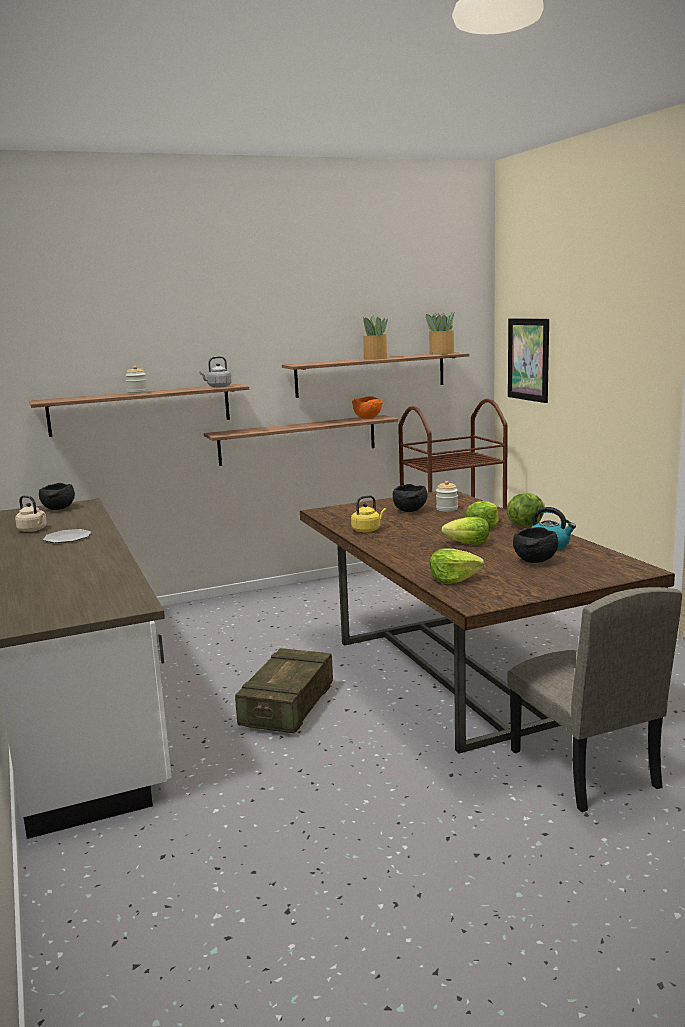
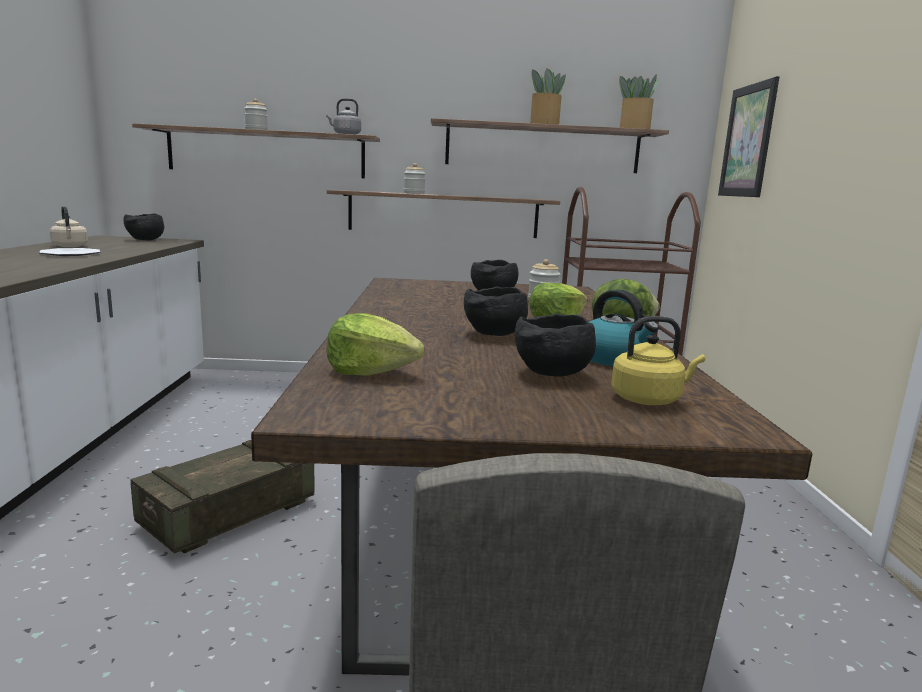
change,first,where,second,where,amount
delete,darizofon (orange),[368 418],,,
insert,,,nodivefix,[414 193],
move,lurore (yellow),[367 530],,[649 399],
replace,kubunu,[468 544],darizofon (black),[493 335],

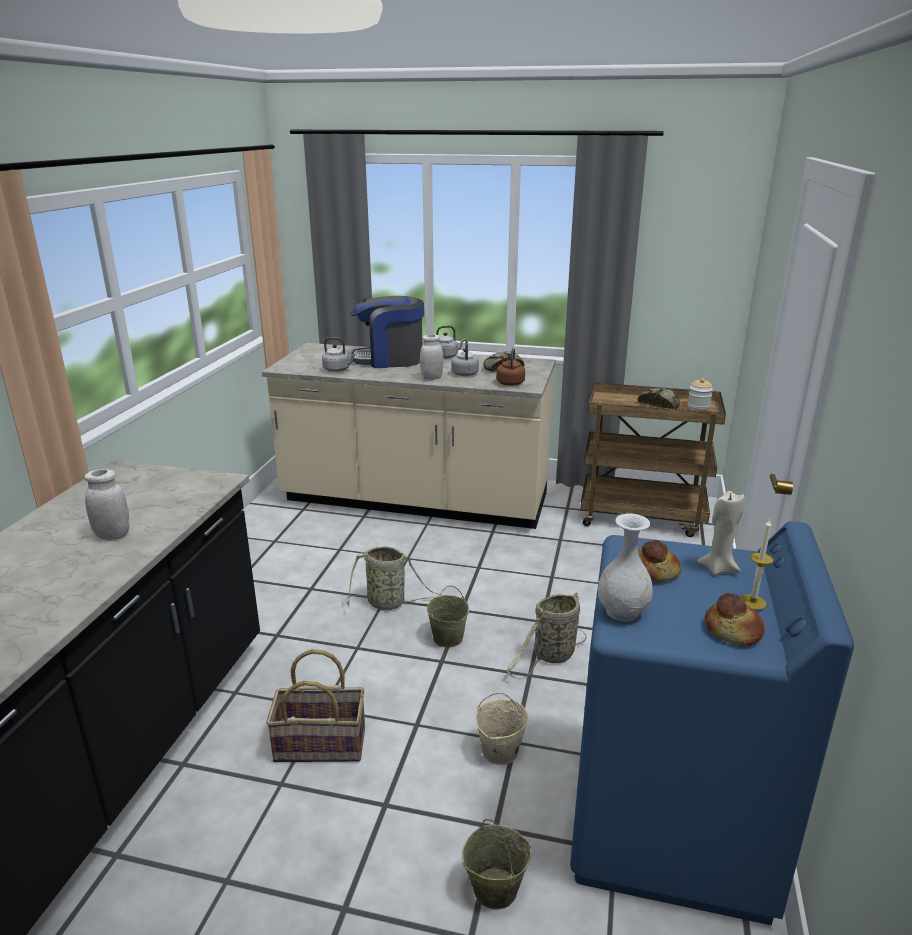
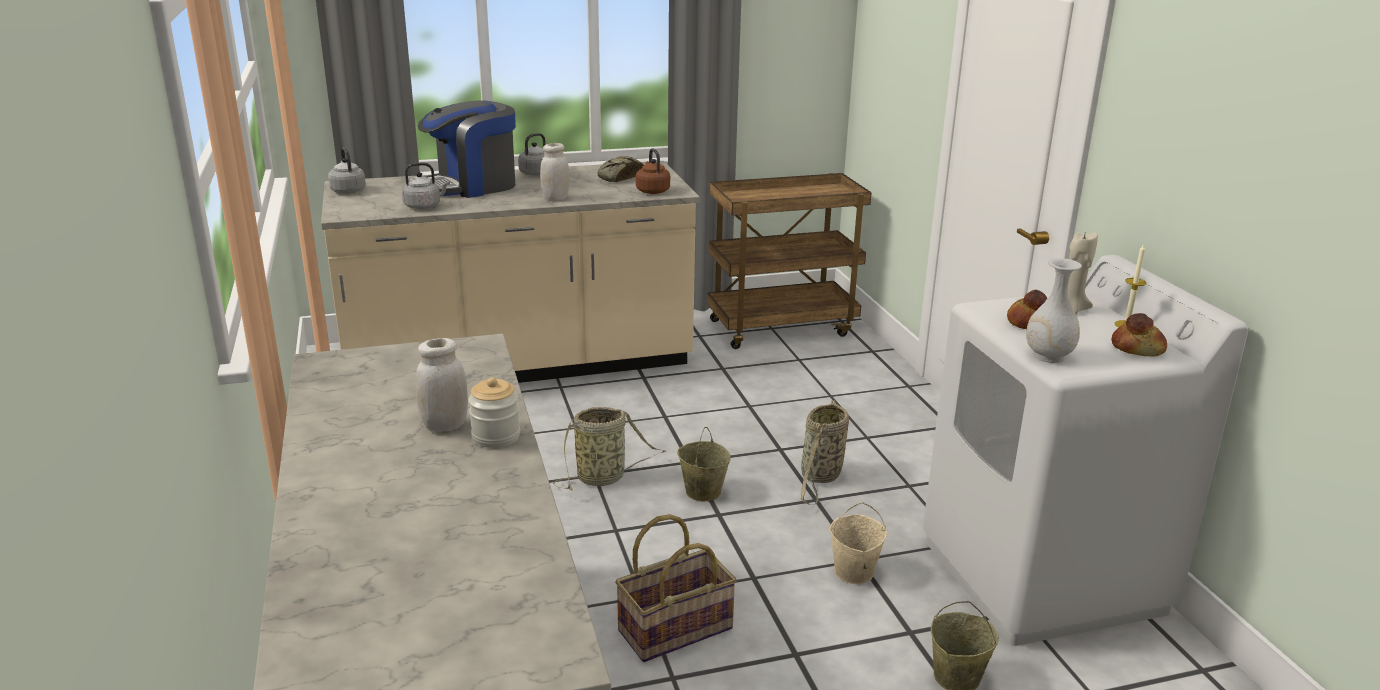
change,first,where,second,where,amount
delete,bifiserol,[659 404],,,
move,lurore (grey),[465 373],,[348 190],
move,nodivefix,[698 407],,[496 436],
recolor,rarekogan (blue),[670 826],rarekogan (white),[1042 576],

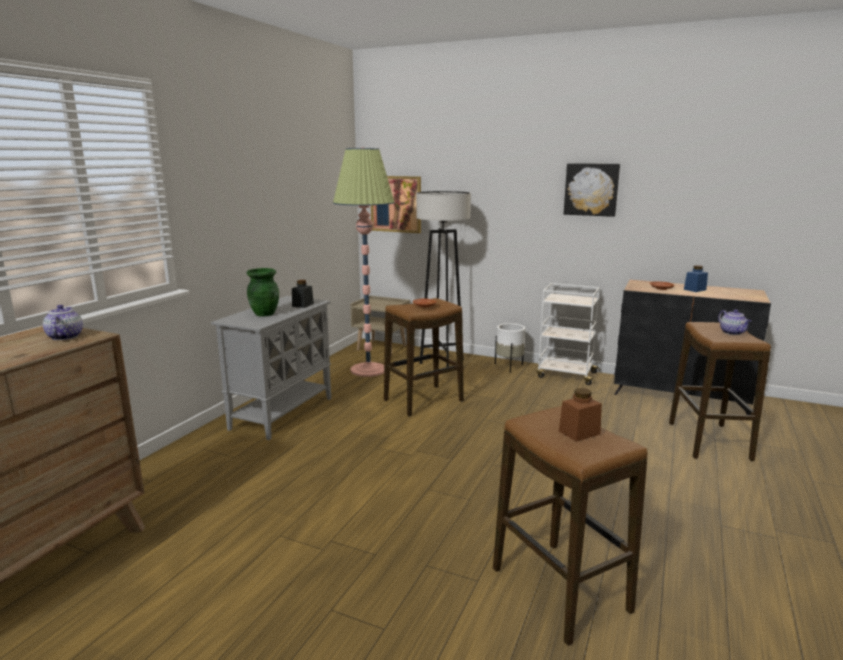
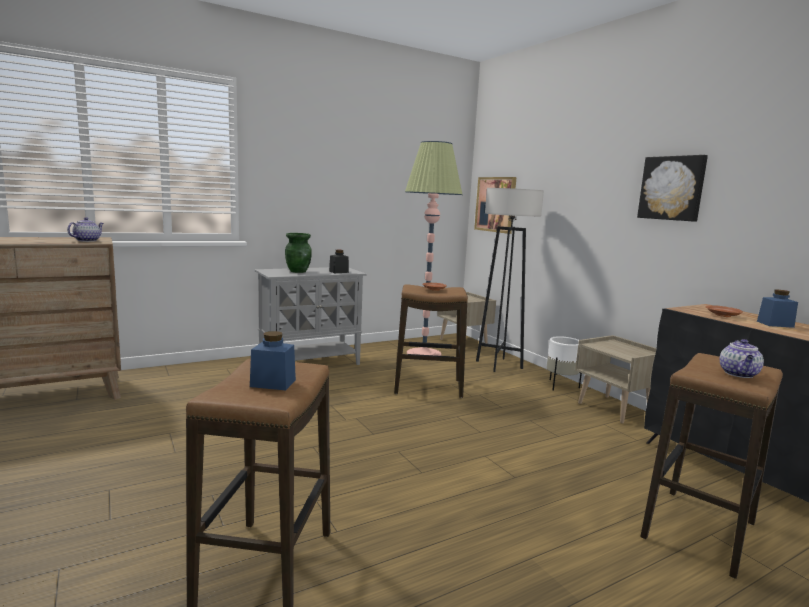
change,first,where,second,where,amount
replace,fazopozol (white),[565 375],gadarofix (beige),[615 409],
recolor,nodivefix (brown),[579 432],nodivefix (blue),[273 383],

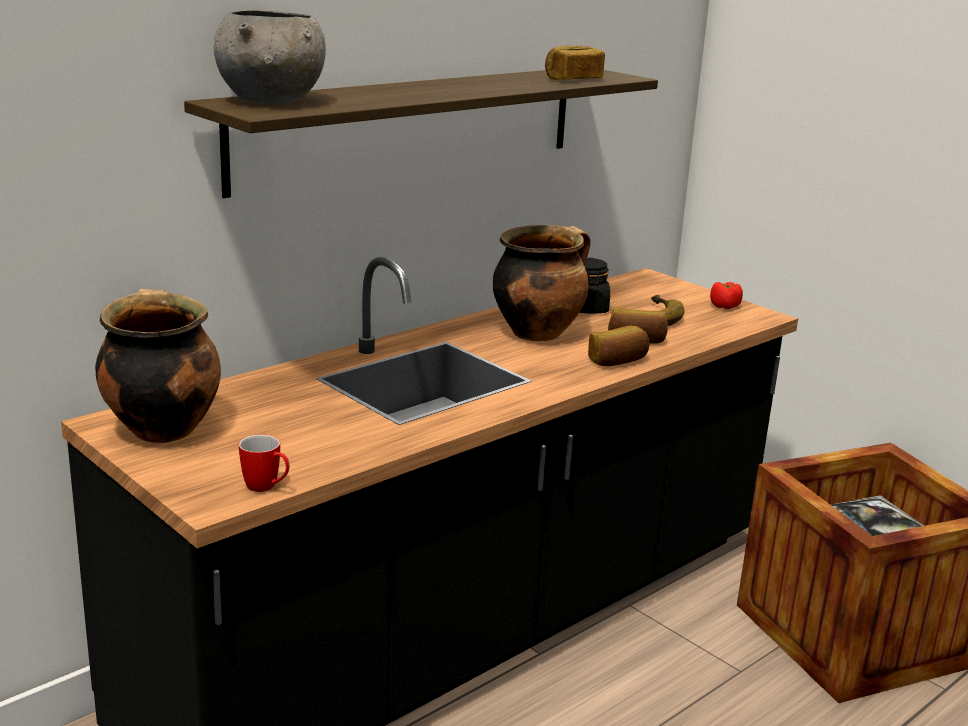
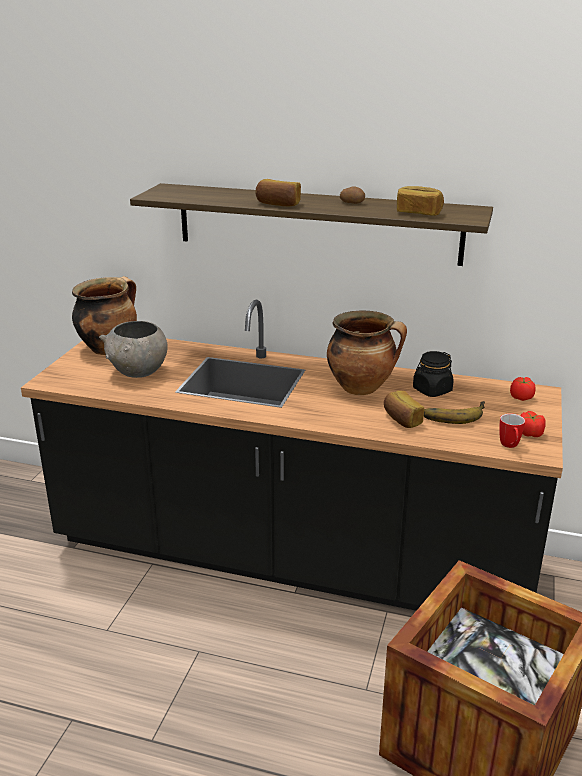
change,first,where,second,where,amount
insert,,,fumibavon,[352 203],
insert,,,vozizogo,[521 397],
move,darizofon (grey),[272 101],,[138 372],
move,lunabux,[267 488],,[510 446],
move,bifiserol,[618 361],,[278 204],

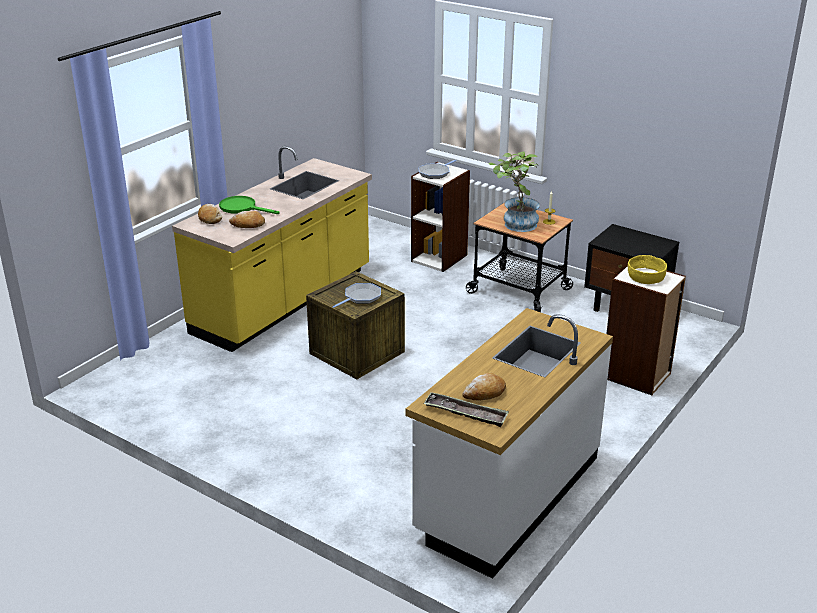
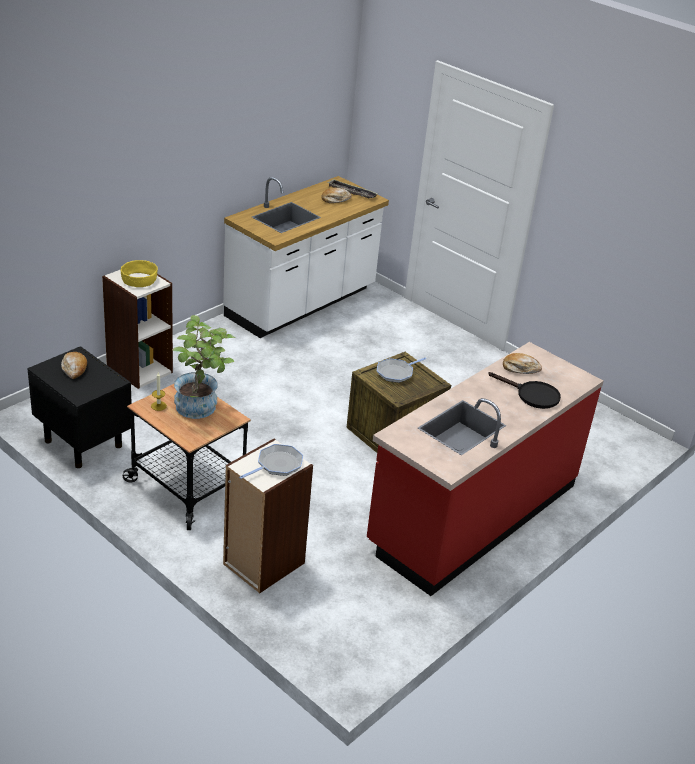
change,first,where,second,where,amount
move,bifiserol,[210 218],,[74 369],
recolor,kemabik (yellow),[284 302],kemabik (red),[472 515],
recolor,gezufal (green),[242 208],gezufal (black),[532 395],

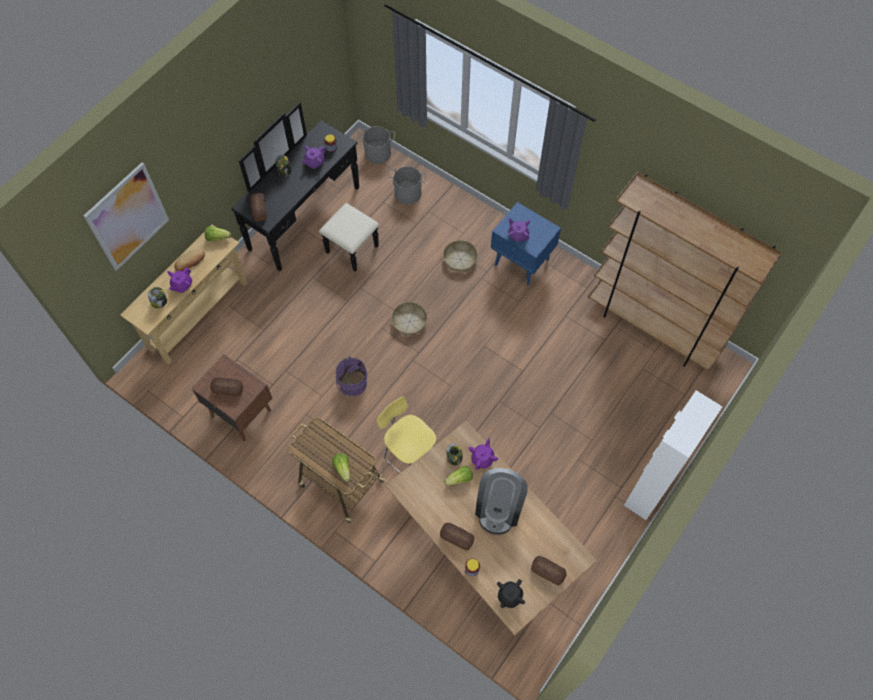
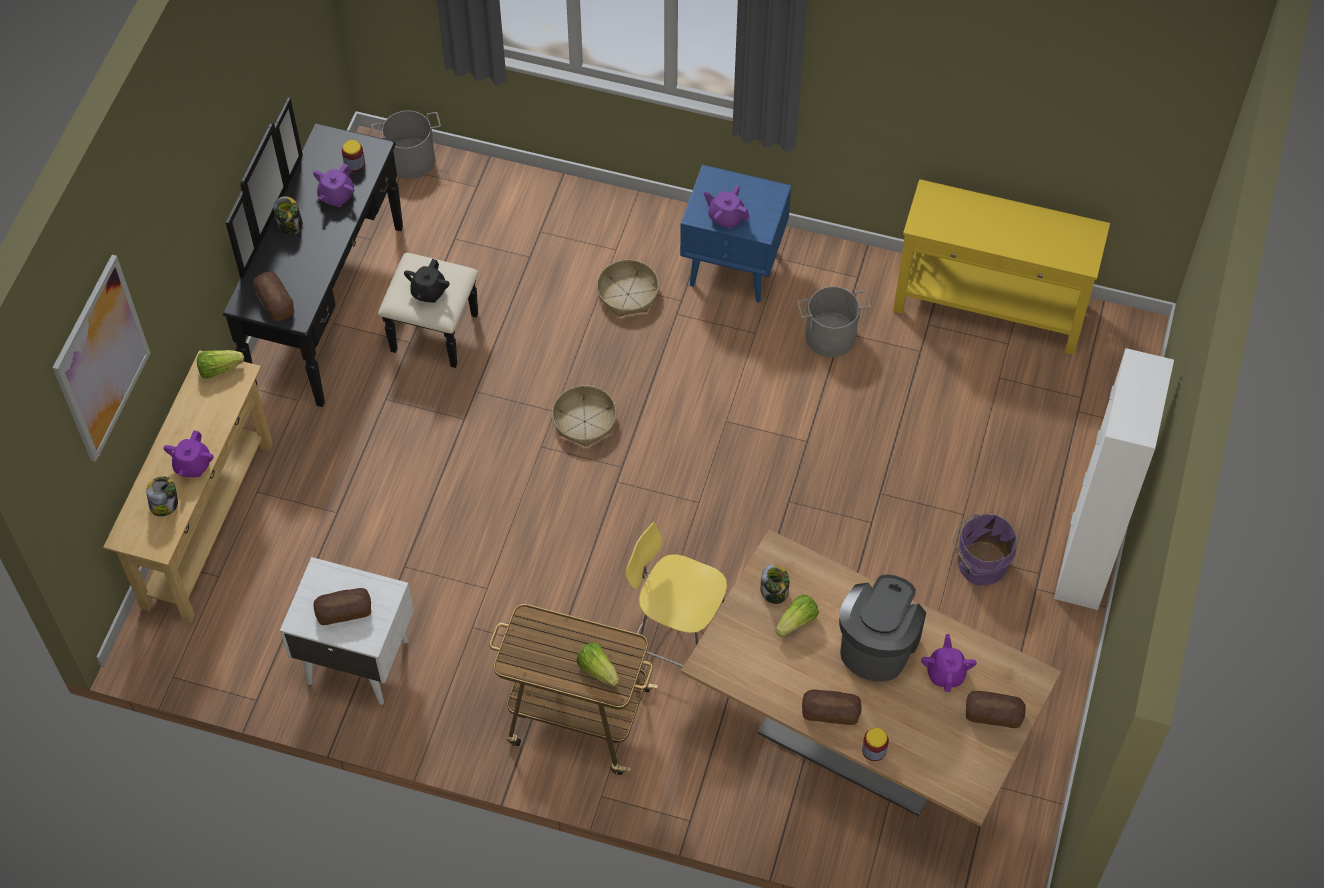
change,first,where,second,where,amount
delete,bifiserol,[190 262],,,
move,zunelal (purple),[351 383],,[980 564],
move,zunelal (grey),[408 193],,[830 335],
move,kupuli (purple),[482 458],,[946 673],
move,kupuli (black),[509 596],,[428 292],
replace,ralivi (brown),[653 328],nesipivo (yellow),[990 308],
recolor,gadarofix (brown),[241 412],gadarofix (white),[356 660],
rotate,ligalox,[499 507],,[877 644],150 degrees counterclockwise

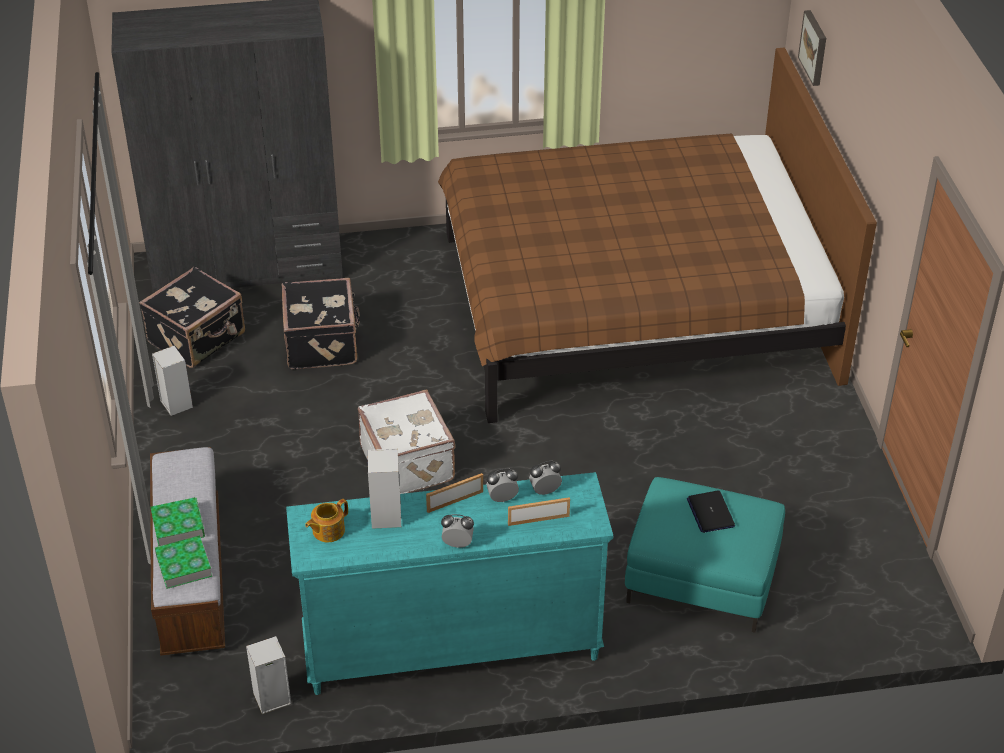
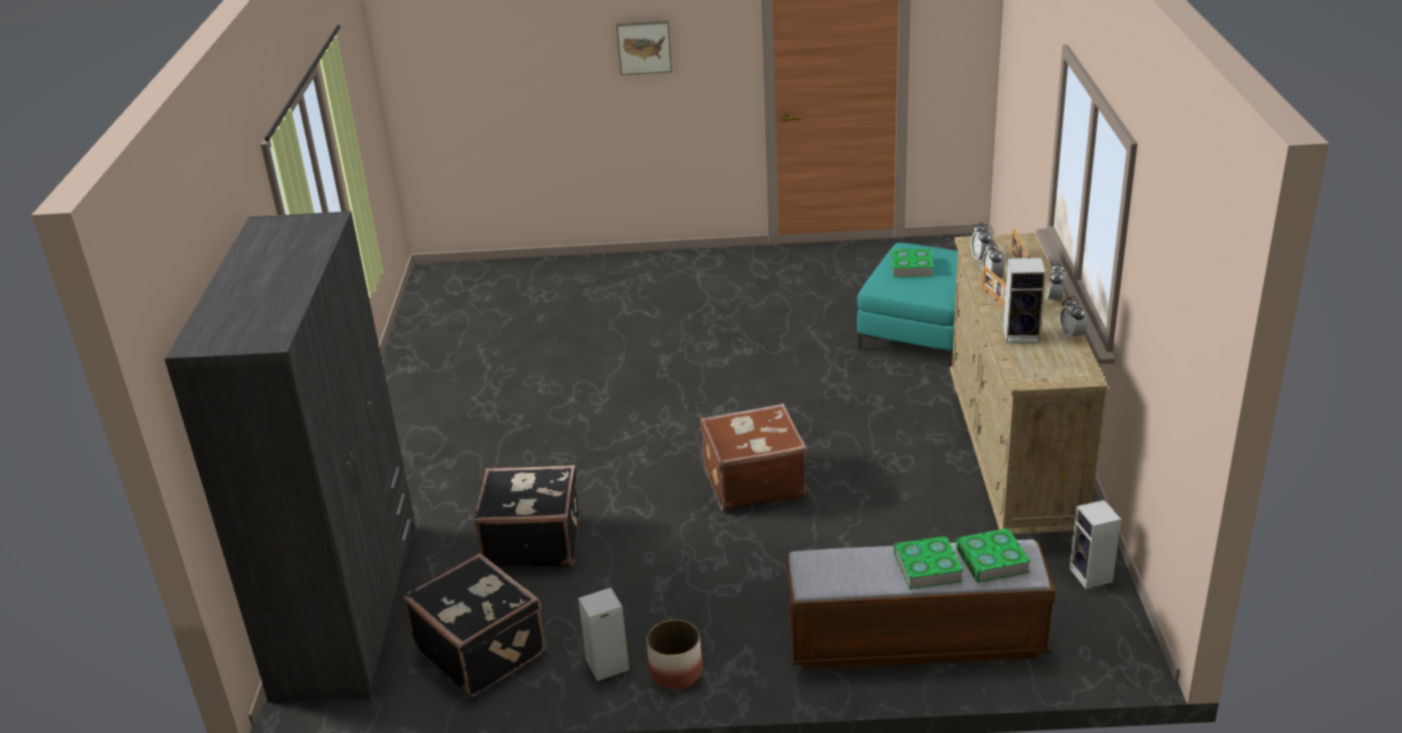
change,first,where,second,where,amount
delete,kupuli,[327 531],,,
delete,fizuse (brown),[634 304],,,
insert,,,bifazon,[675 672],
insert,,,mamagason,[1071 336],
move,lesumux,[815 47],,[644 46],
replace,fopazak,[710 512],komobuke,[911 267],
recolor,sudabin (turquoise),[450 648],sudabin (beige),[1012 462],
recolor,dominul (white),[409 463],dominul (brown),[753 482],

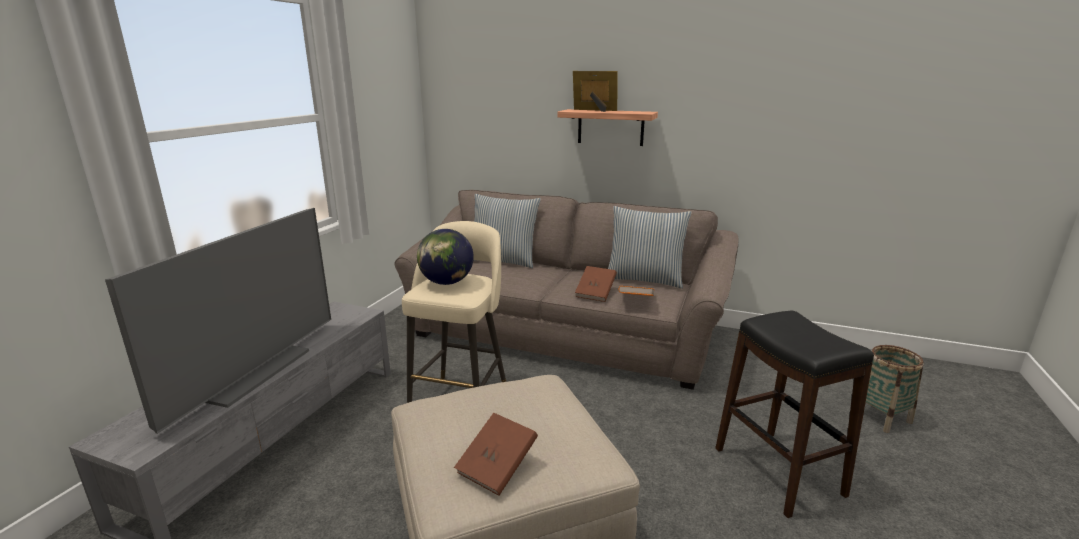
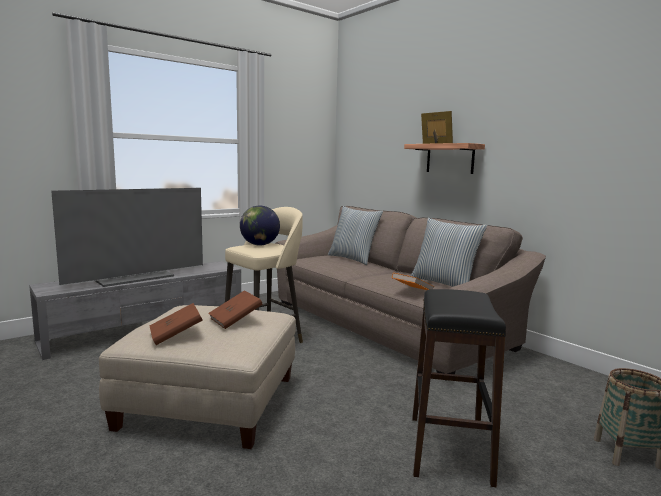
change,first,where,second,where,amount
move,komobuke (brown),[595 293],,[235 320],

